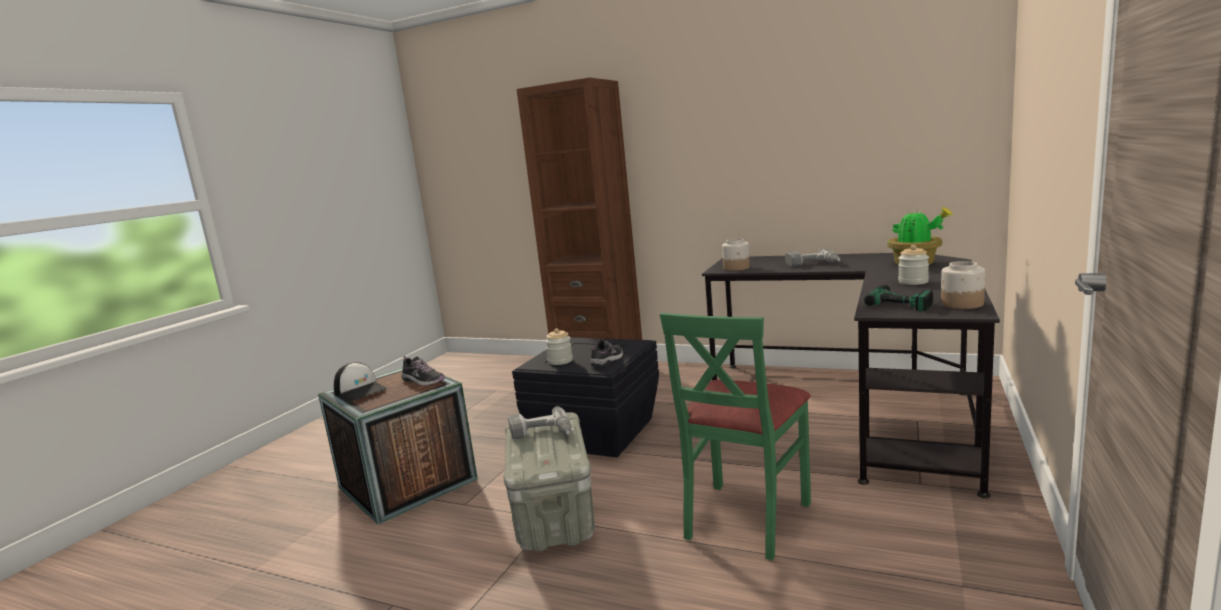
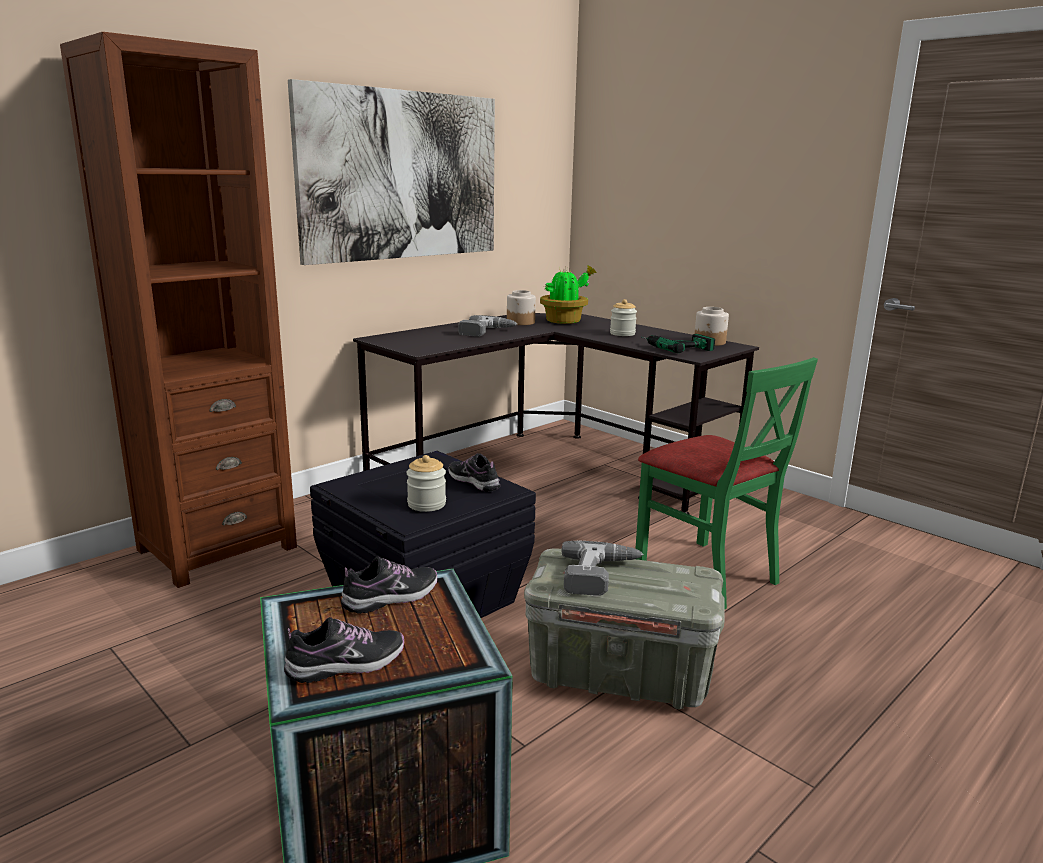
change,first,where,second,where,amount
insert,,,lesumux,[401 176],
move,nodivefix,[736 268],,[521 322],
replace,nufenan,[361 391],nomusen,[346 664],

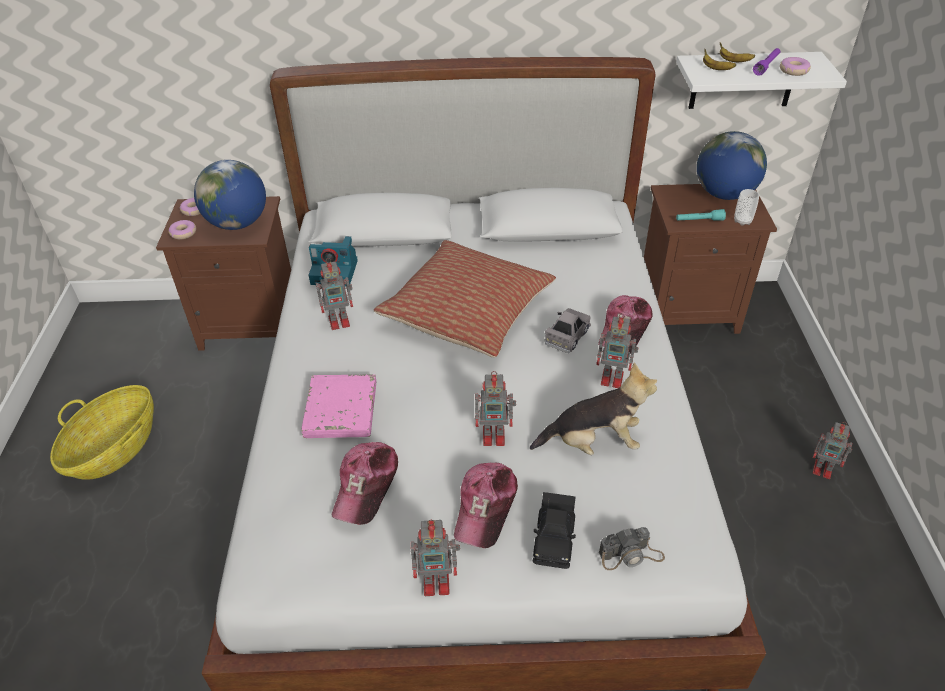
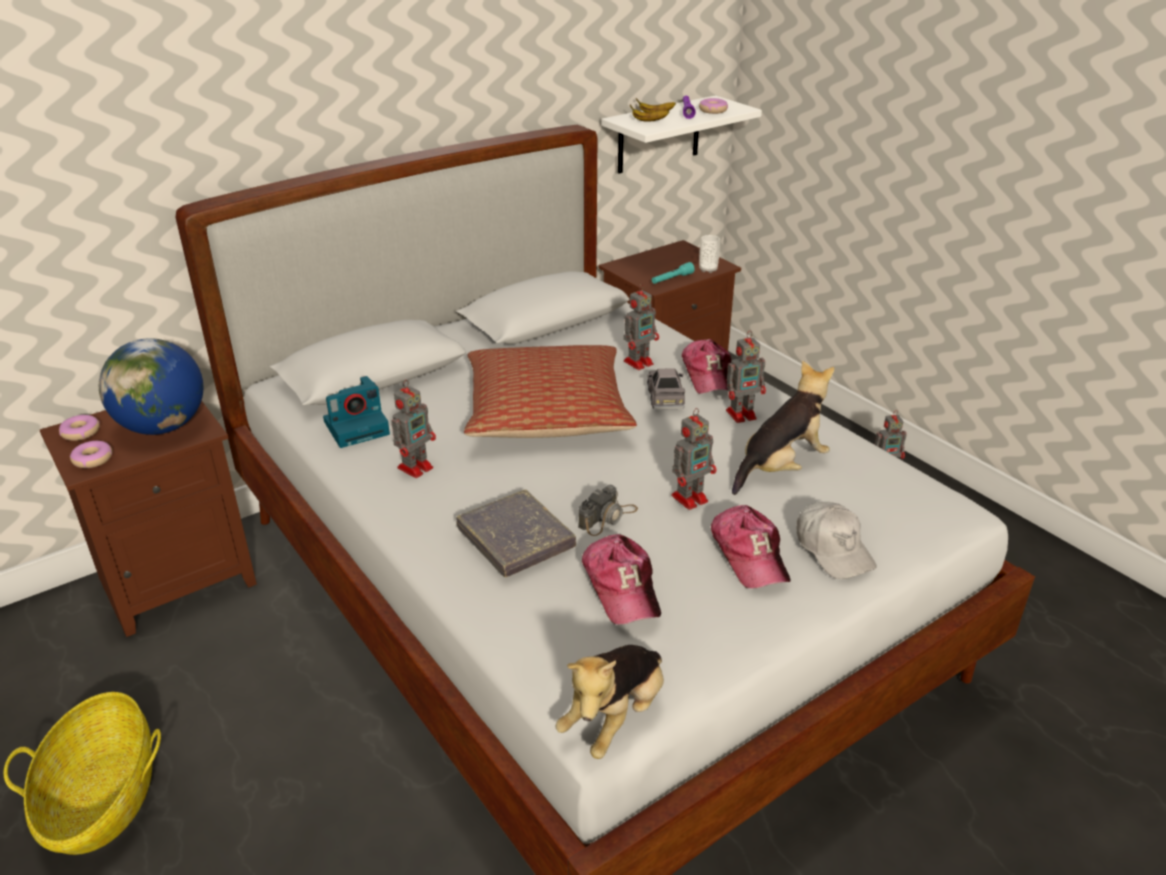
change,first,where,second,where,amount
delete,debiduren,[724 194],,,
insert,,,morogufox,[615 717],
move,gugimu,[438 581],,[639 362],
move,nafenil,[631 555],,[607 517],
replace,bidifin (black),[554 538],nufenan (white),[833 549],
recolor,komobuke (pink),[341 410],komobuke (grey),[515 539],

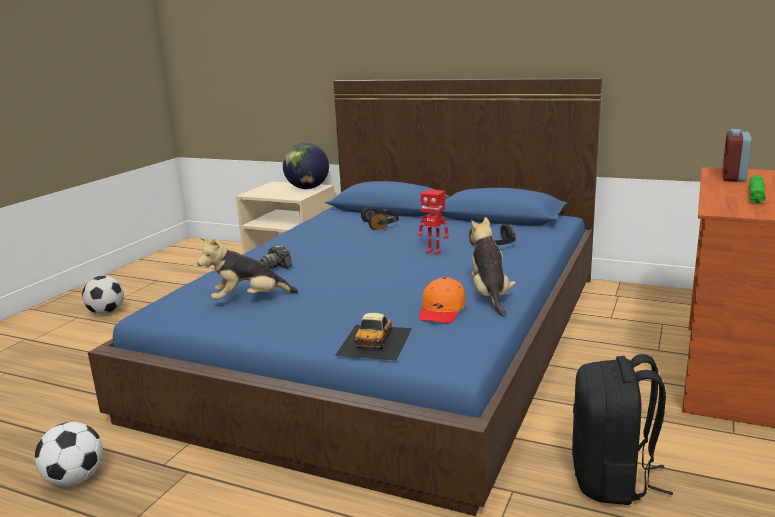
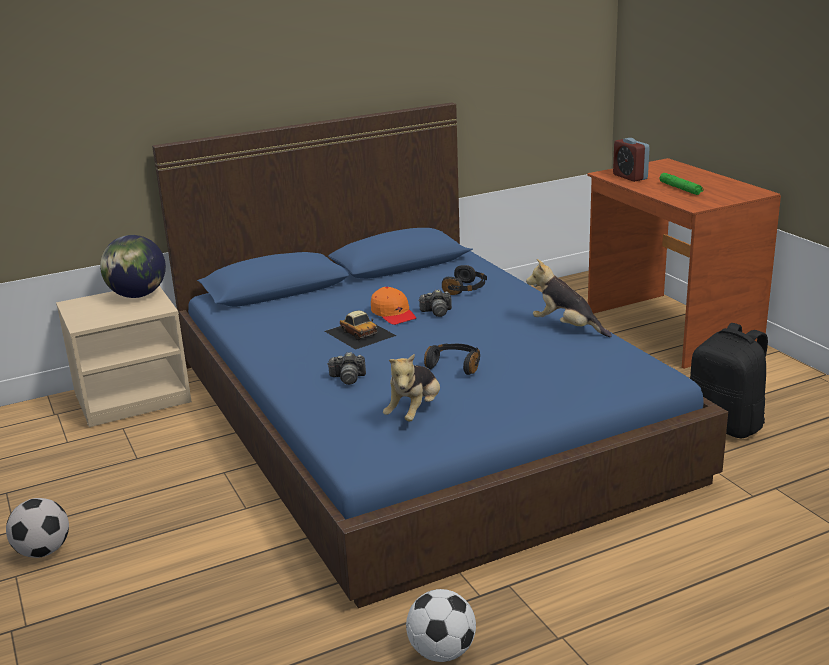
change,first,where,second,where,amount
move,bidifin,[375 341],,[360 333],
move,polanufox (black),[381 224],,[455 365],
move,nufenan (orange),[442 310],,[393 314],
replace,gugimu,[433 252],nafenil,[436 312],

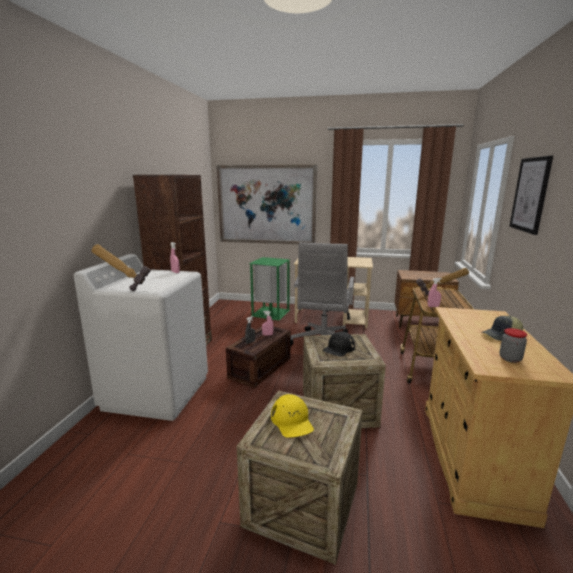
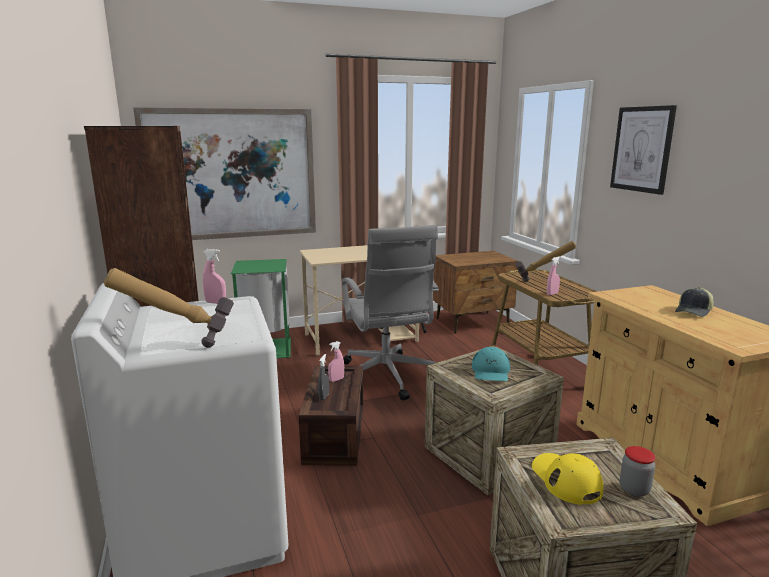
change,first,where,second,where,amount
move,nodivefix,[510 359],,[634 489],
recolor,nufenan (black),[338 348],nufenan (turquoise),[491 371],
rotate,nufenan (yellow),[292 421],,[566 479],150 degrees counterclockwise

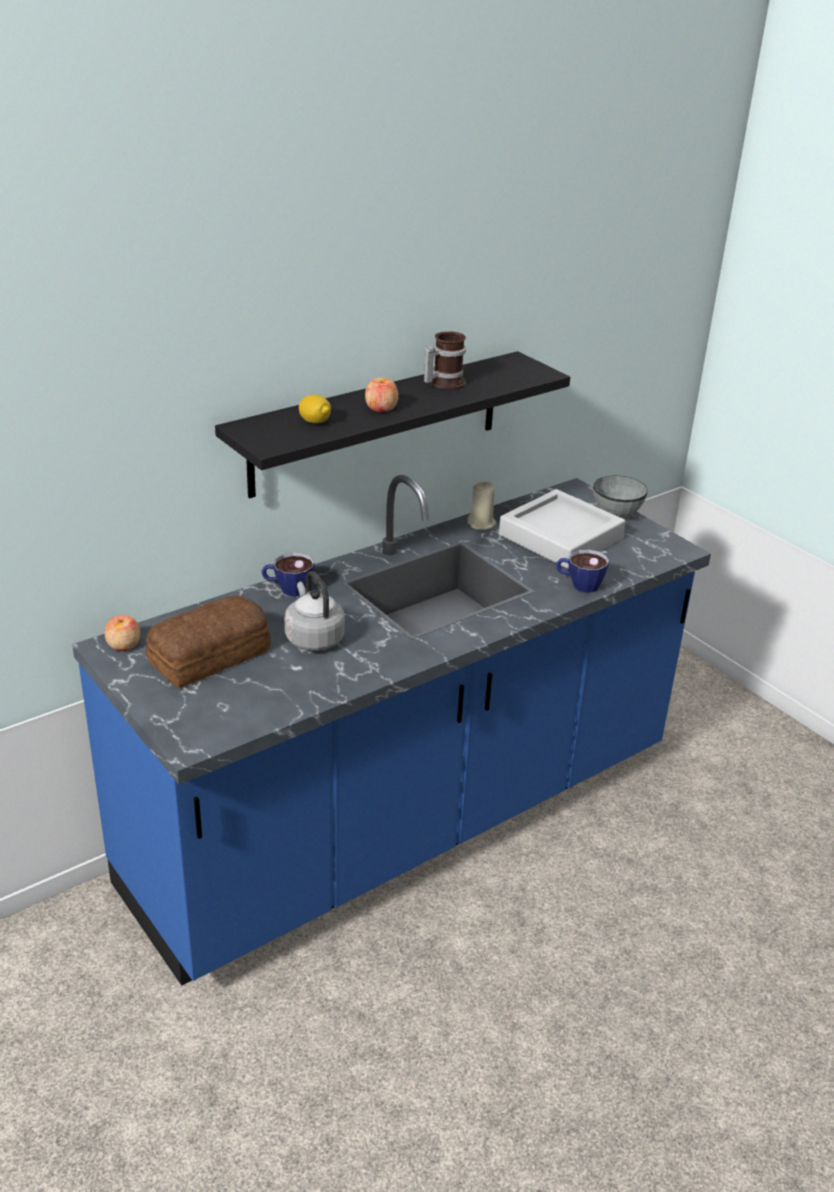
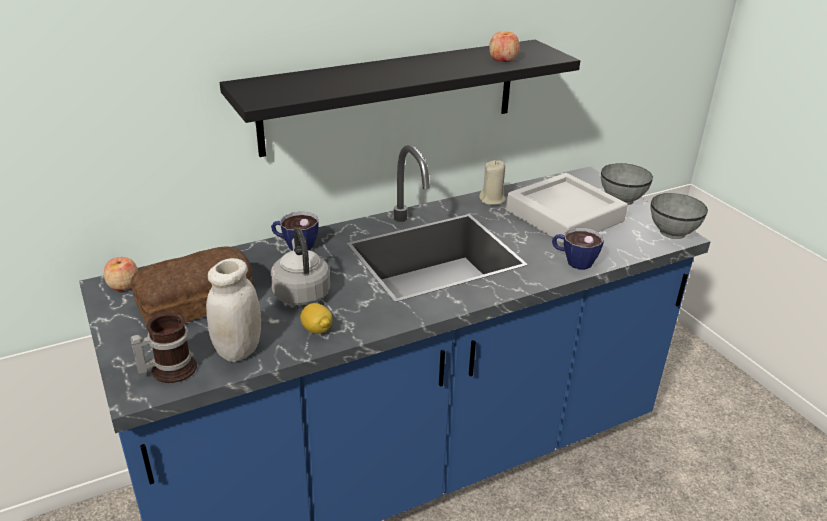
change,first,where,second,where,amount
insert,,,nodivefix (white),[238 350],
insert,,,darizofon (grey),[672 233],
move,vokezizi,[315 421],,[317 329],
move,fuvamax,[381 408],,[503 59],
move,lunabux,[443 383],,[169 369],

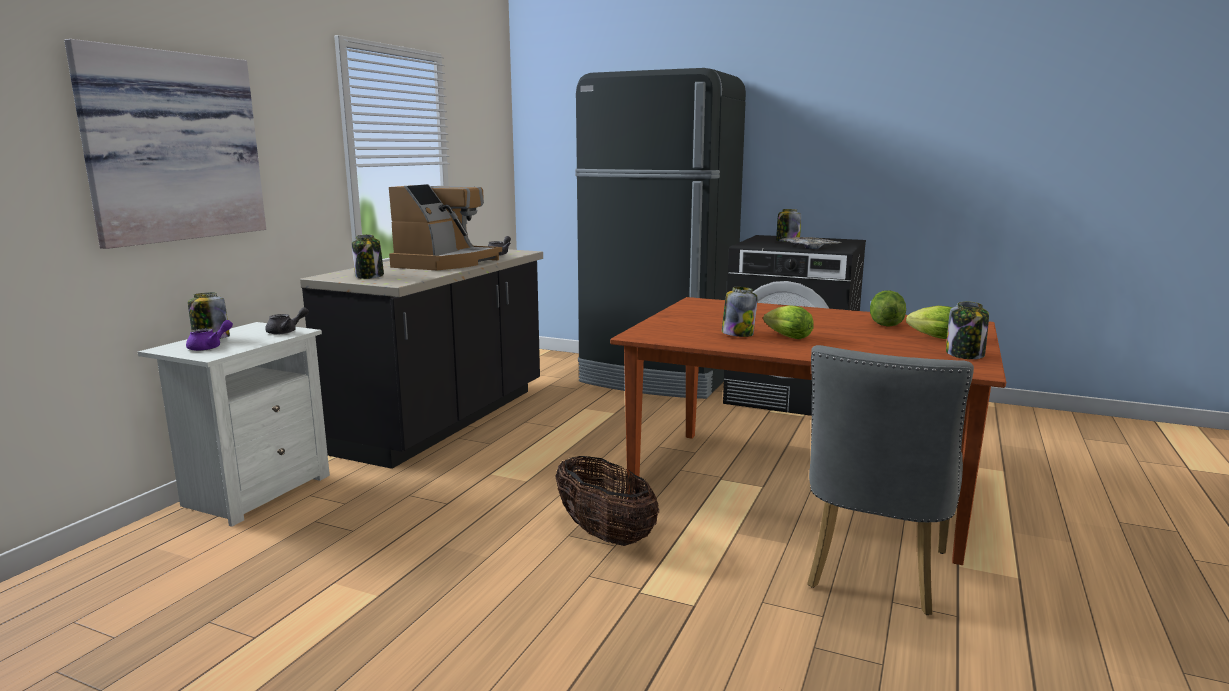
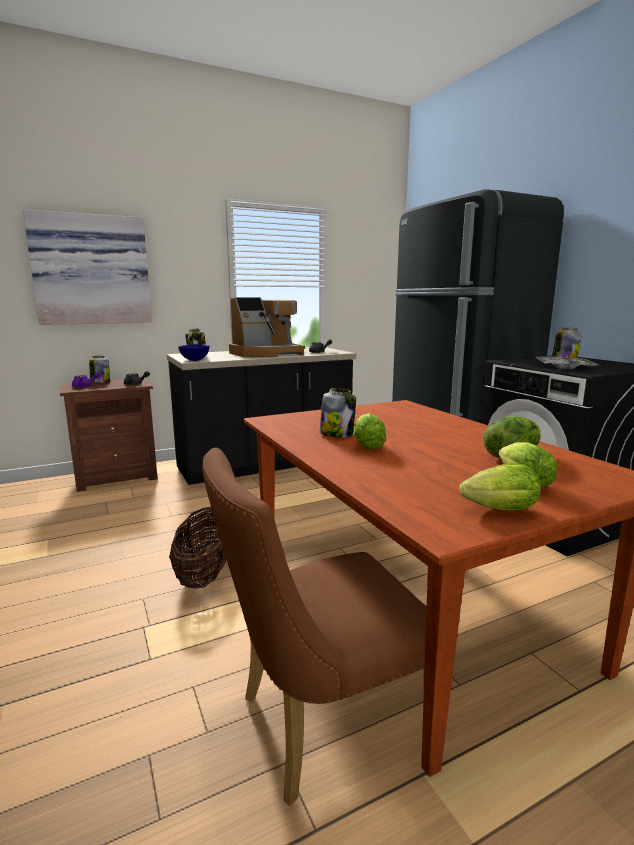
change,first,where,second,where,amount
insert,,,darizofon (blue),[194 360],
replace,nodivefix,[965 354],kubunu,[496 510],
recolor,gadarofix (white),[254 491],gadarofix (brown),[117 476],
recolor,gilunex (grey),[874 575],gilunex (brown),[319 724],

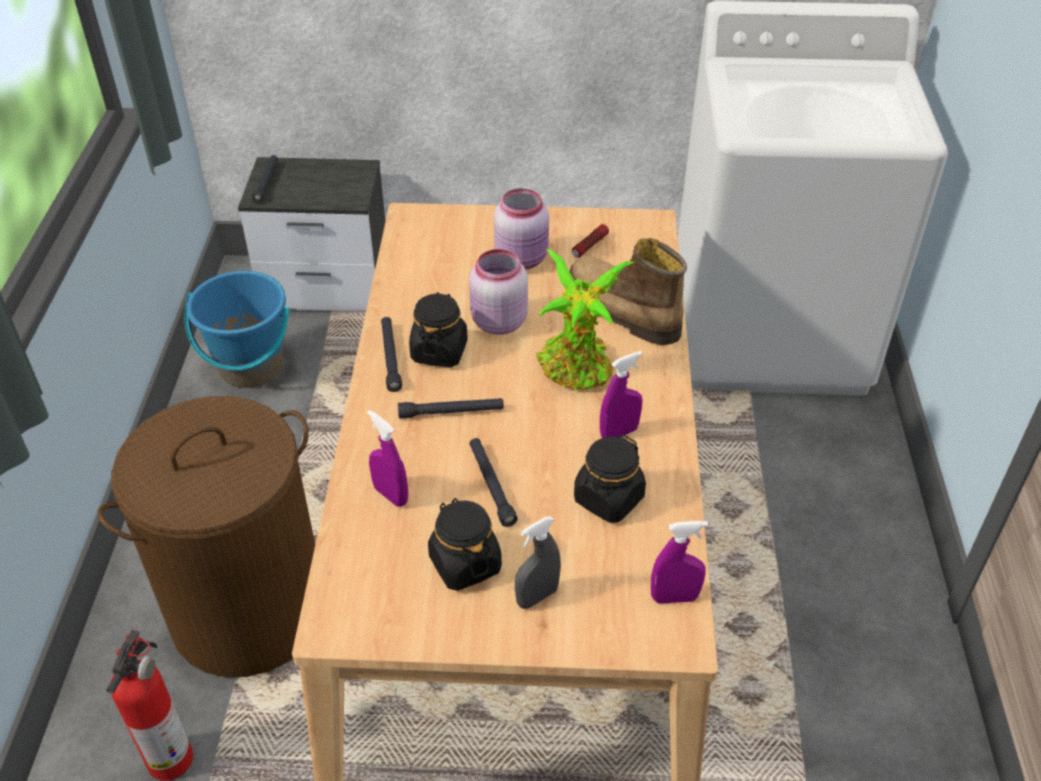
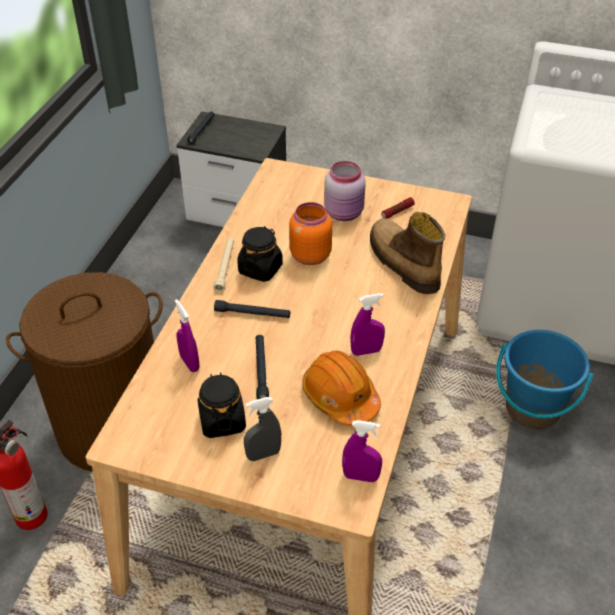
change,first,where,second,where,amount
delete,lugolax,[577 370],,,
move,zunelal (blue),[250 367],,[532 408],
replace,nodivefix (black),[608 499],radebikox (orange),[340 397],
recolor,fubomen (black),[390 357],fubomen (beige),[225 267],
recolor,nodivefix (pink),[497 322],nodivefix (orange),[309 255],

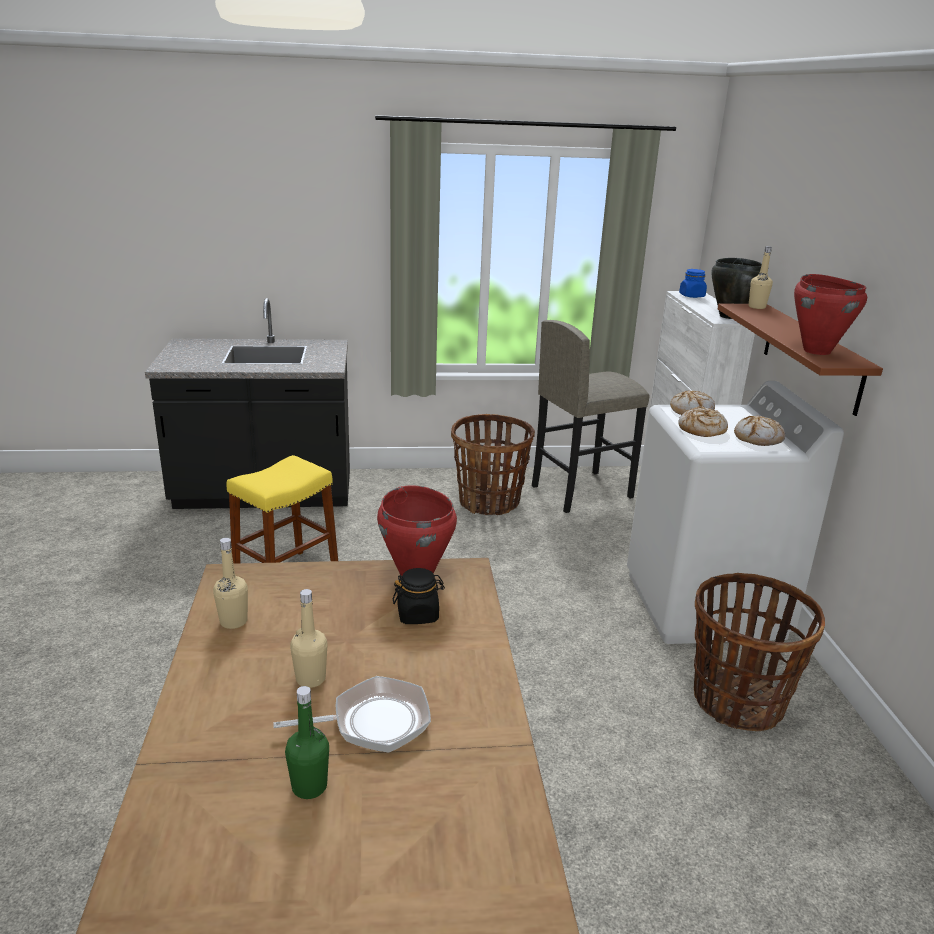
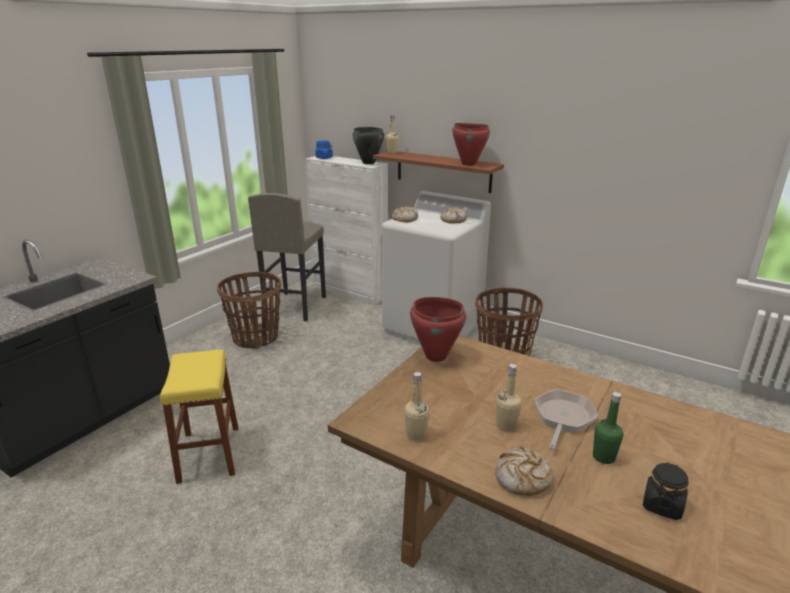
change,first,where,second,where,amount
move,nodivefix (black),[418 614],,[662 505],
move,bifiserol,[701 430],,[522 478],

